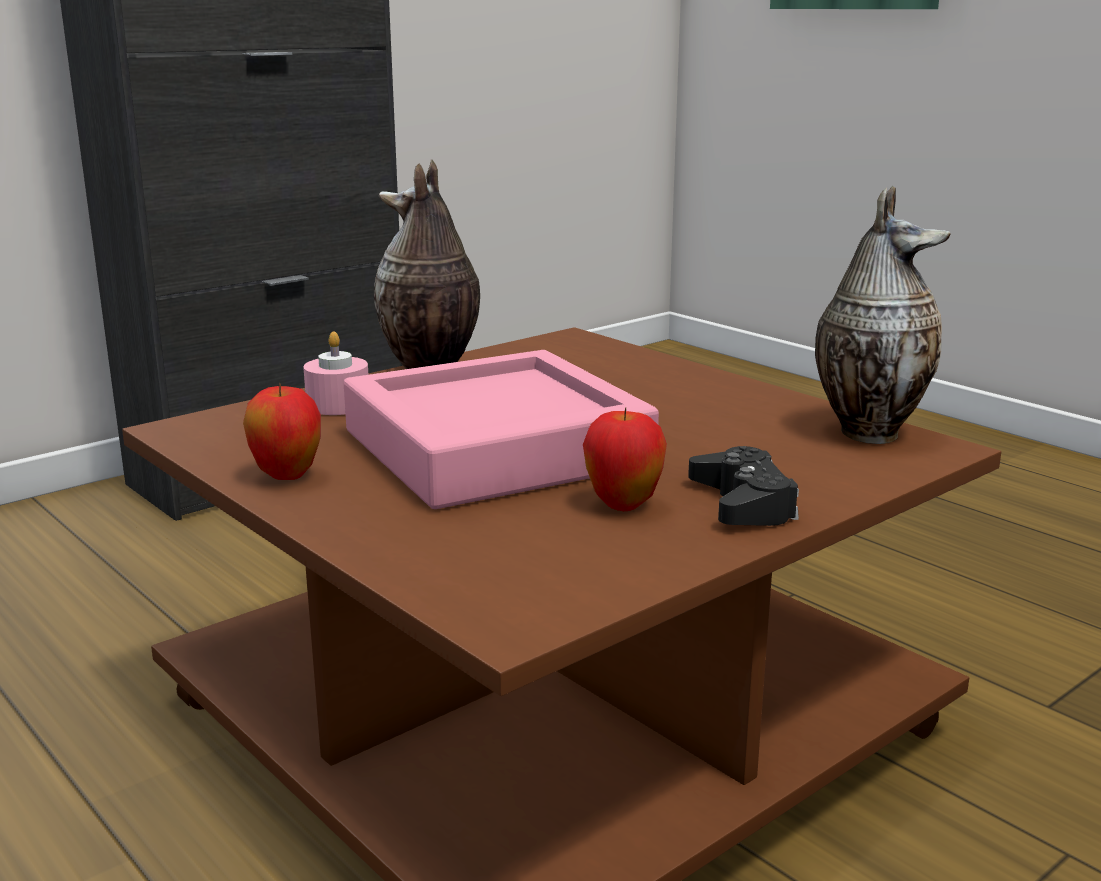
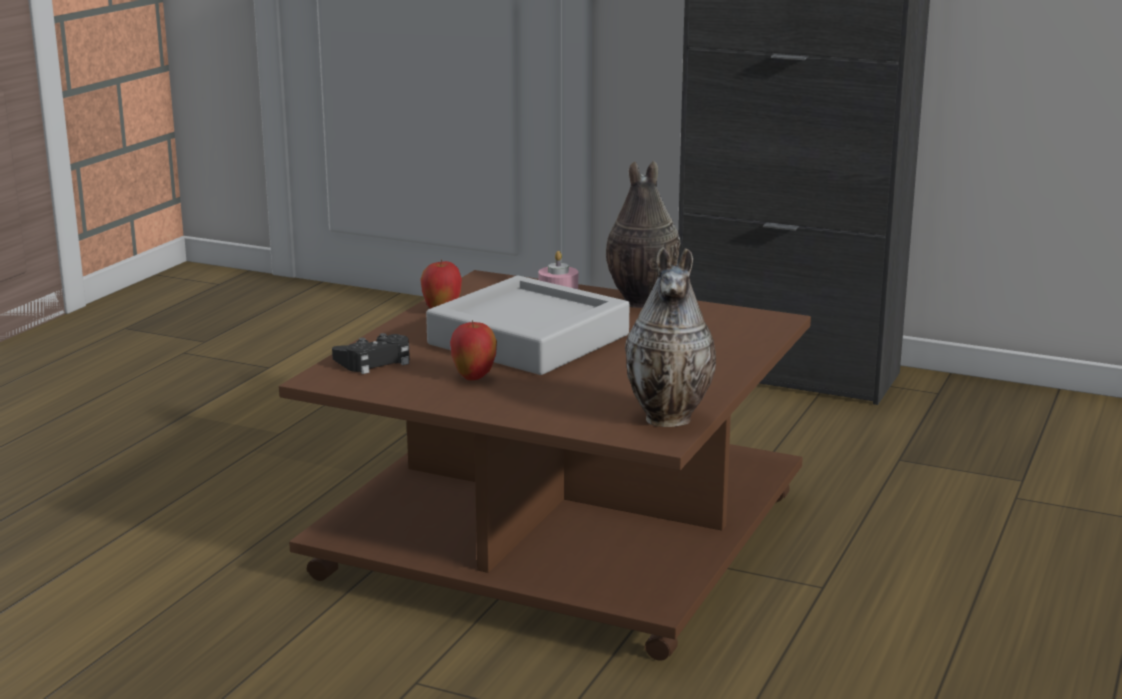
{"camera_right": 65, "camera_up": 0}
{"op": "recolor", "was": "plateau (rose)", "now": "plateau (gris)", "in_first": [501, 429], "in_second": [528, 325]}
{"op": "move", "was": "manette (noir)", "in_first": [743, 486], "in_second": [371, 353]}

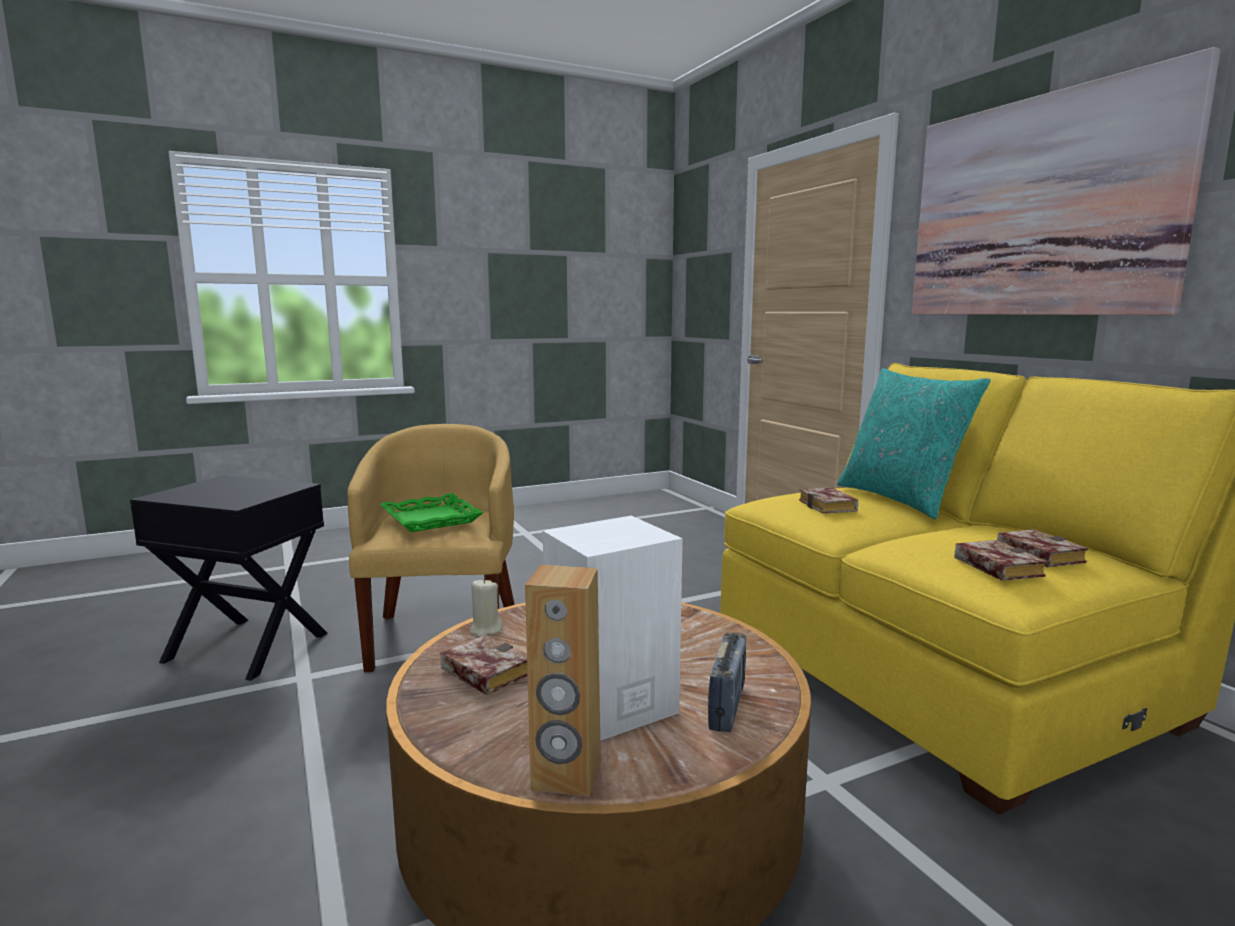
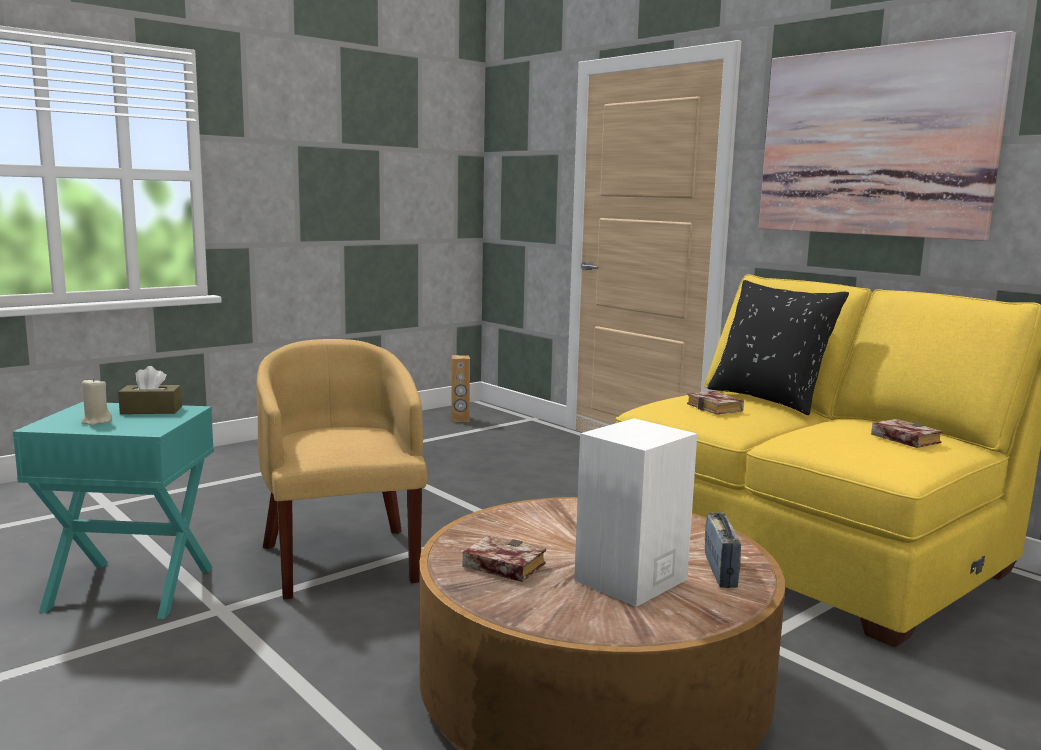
{"camera_right": -15, "camera_up": 0}
{"op": "recolor", "was": "table d'appoint (noir)", "now": "table d'appoint (turquoise)", "in_first": [229, 578], "in_second": [113, 510]}
{"op": "delete", "was": "plateau (vert)", "in_first": [432, 512]}
{"op": "move", "was": "bougie (beige)", "in_first": [486, 608], "in_second": [97, 402]}
{"op": "move", "was": "enceinte (marron)", "in_first": [563, 681], "in_second": [460, 388]}
{"op": "recolor", "was": "coussin (turquoise)", "now": "coussin (noir)", "in_first": [914, 443], "in_second": [778, 347]}
{"op": "delete", "was": "livre", "in_first": [1001, 560]}
{"op": "insert", "now": "boîte à mouchoirs (marron)", "in_second": [150, 390]}

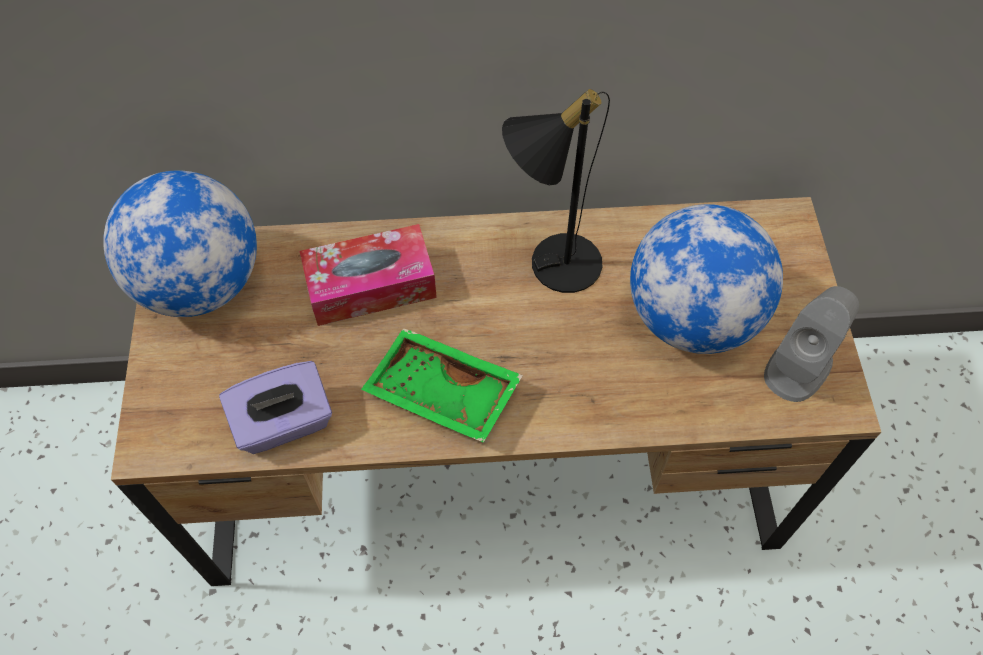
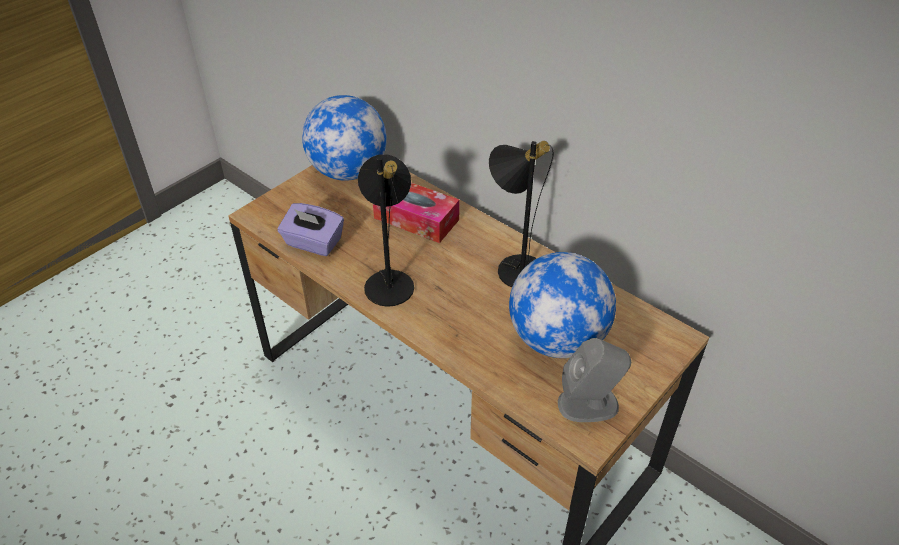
{"camera_right": 45, "camera_up": -15}
{"op": "replace", "was": "plateau (vert)", "now": "lampe de table (noir)", "in_first": [442, 385], "in_second": [386, 230]}

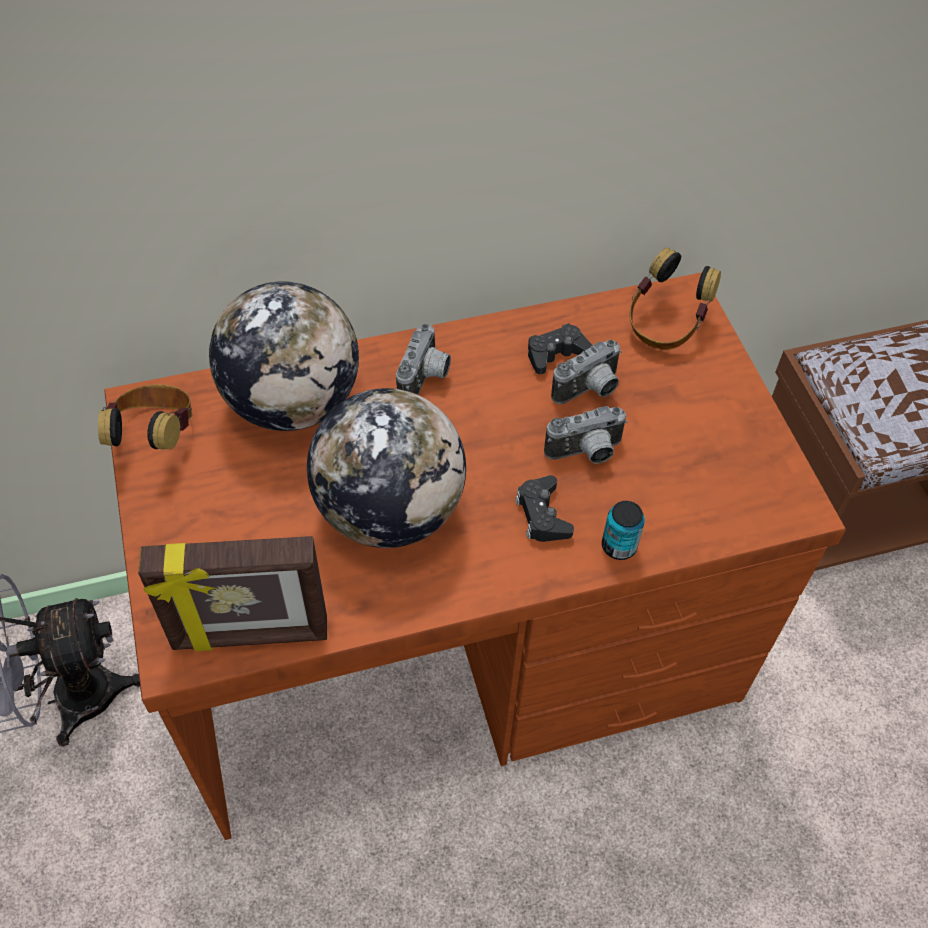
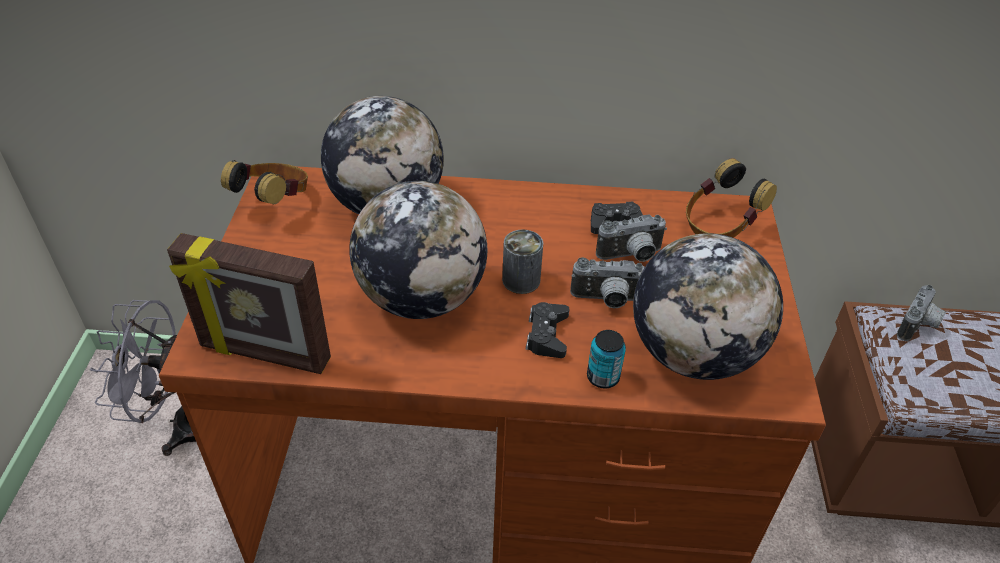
{"camera_right": 20, "camera_up": -10}
{"op": "move", "was": "appareil photo", "in_first": [423, 359], "in_second": [921, 313]}
{"op": "insert", "now": "boîte métallique", "in_second": [522, 261]}
{"op": "insert", "now": "globe", "in_second": [708, 306]}

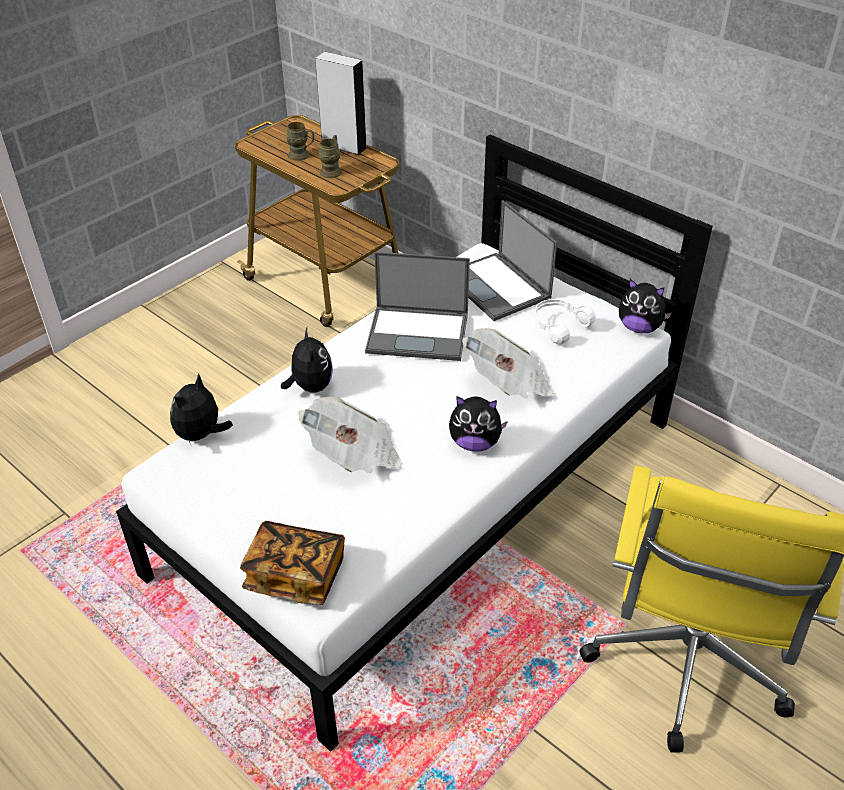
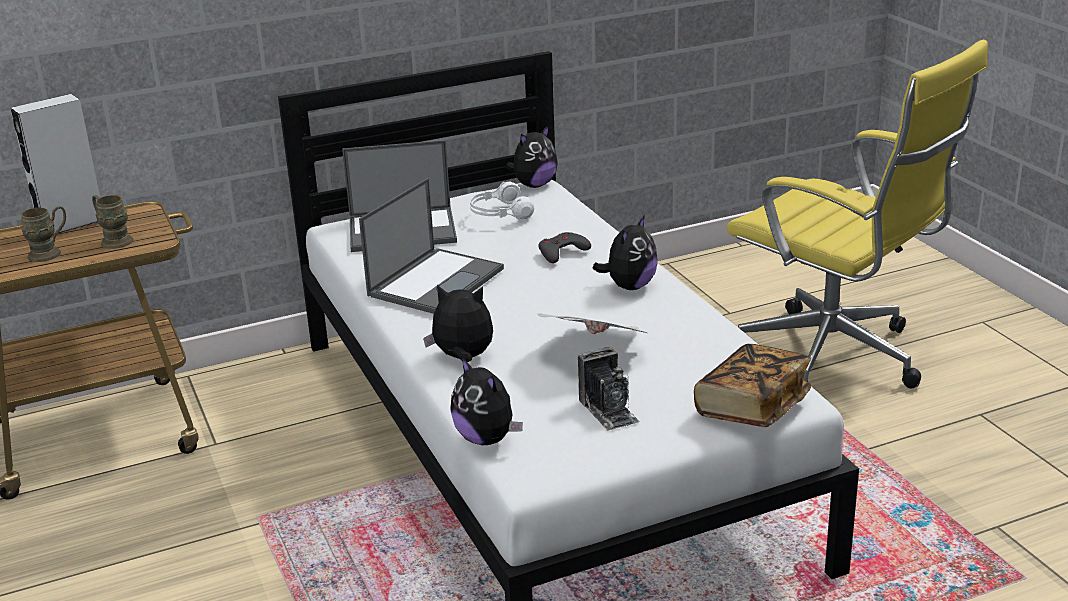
{"camera_right": -65, "camera_up": -15}
{"op": "replace", "was": "journal", "now": "manette (gris)", "in_first": [508, 363], "in_second": [564, 247]}
{"op": "insert", "now": "appareil photo", "in_second": [609, 389]}

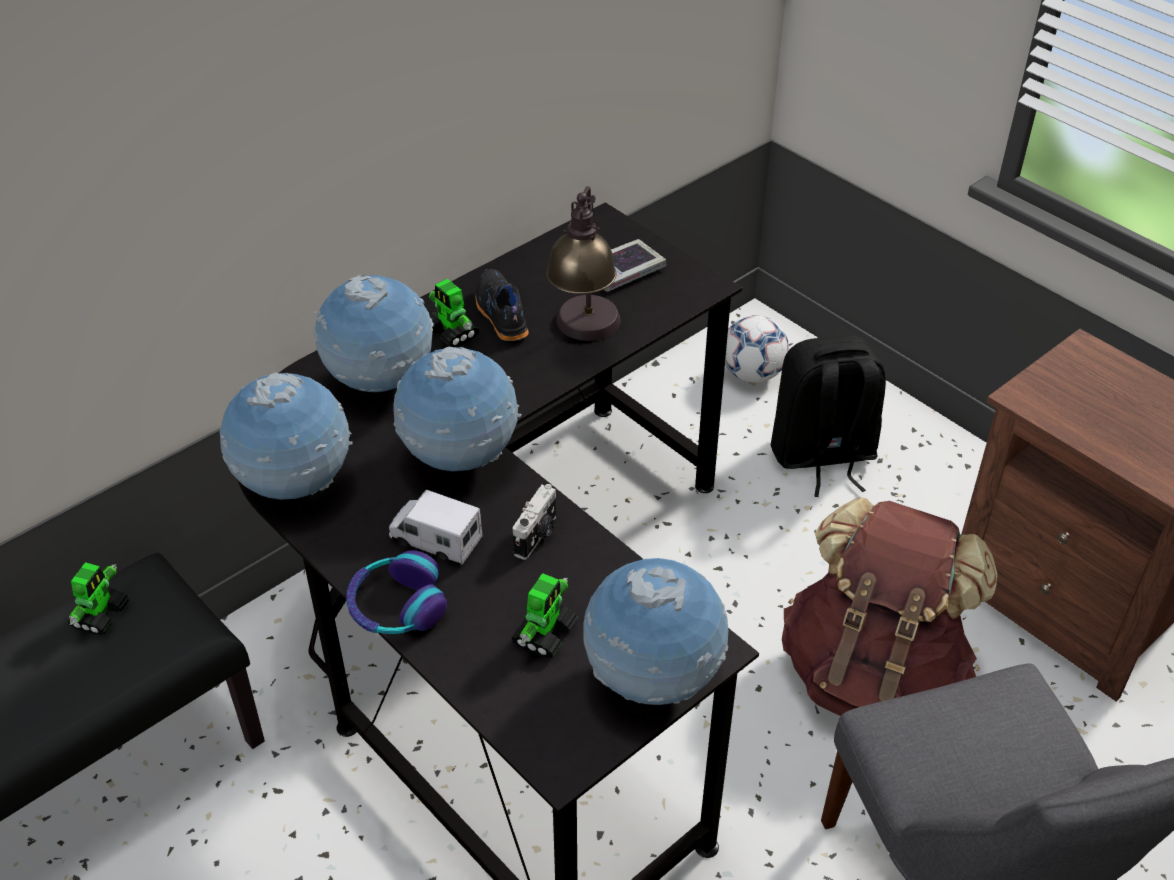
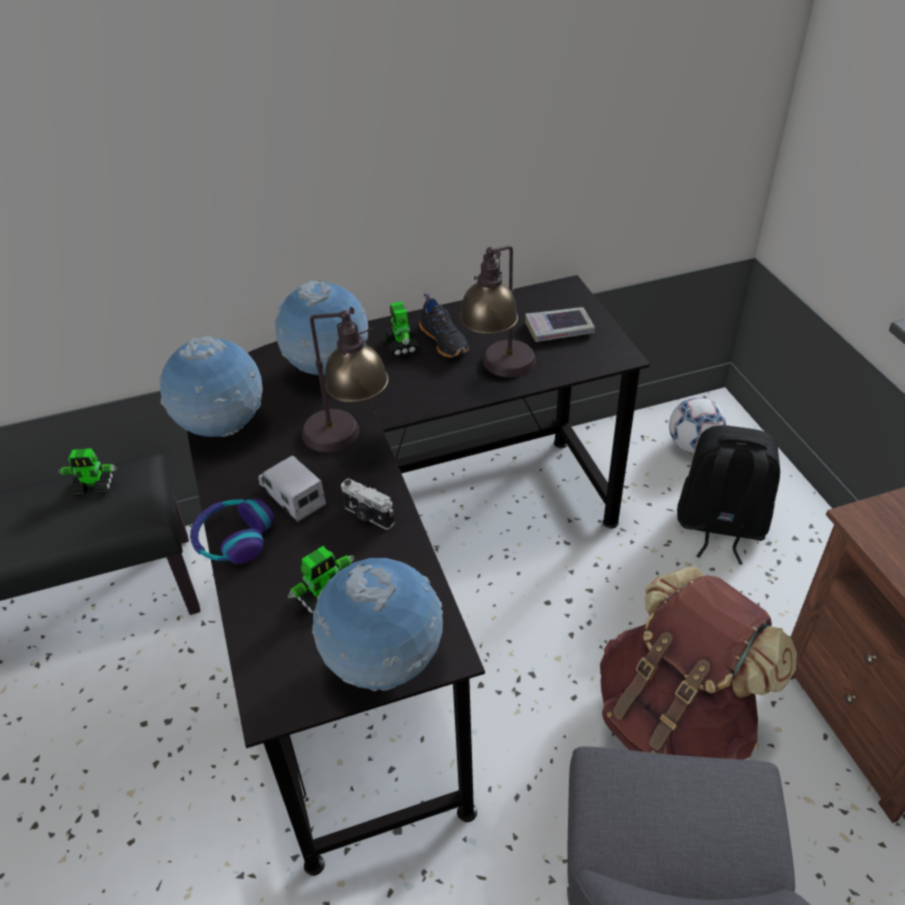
{"camera_right": 25, "camera_up": 0}
{"op": "rotate", "was": "robot jouet", "in_first": [98, 598], "in_second": [87, 471], "clockwise": 45}
{"op": "replace", "was": "globe", "now": "lampe de table", "in_first": [457, 409], "in_second": [345, 379]}
{"op": "rotate", "was": "chaussure (noir)", "in_first": [502, 305], "in_second": [444, 325], "clockwise": 150}
{"op": "rotate", "was": "appareil photo", "in_first": [534, 522], "in_second": [368, 504], "clockwise": 75}

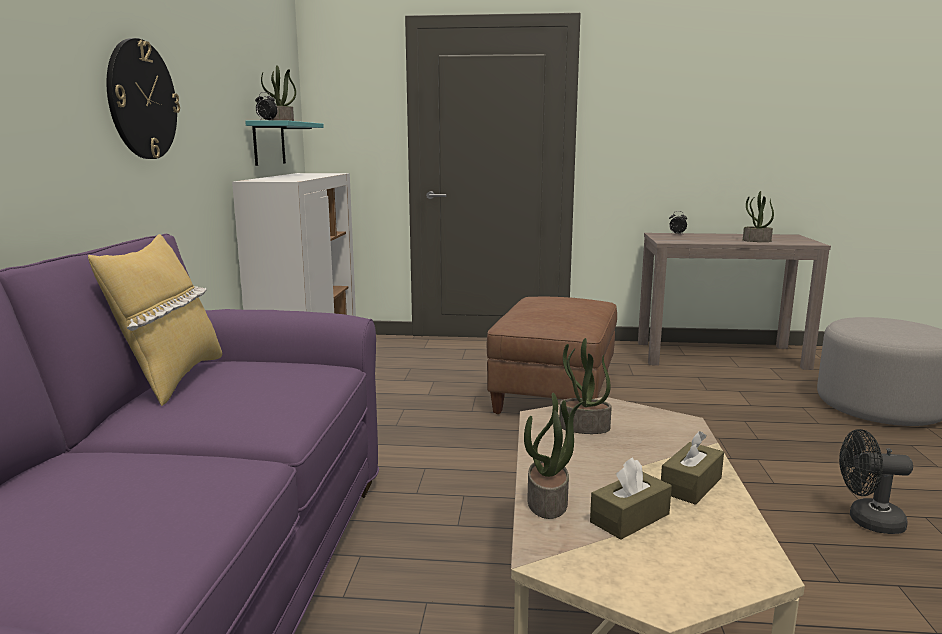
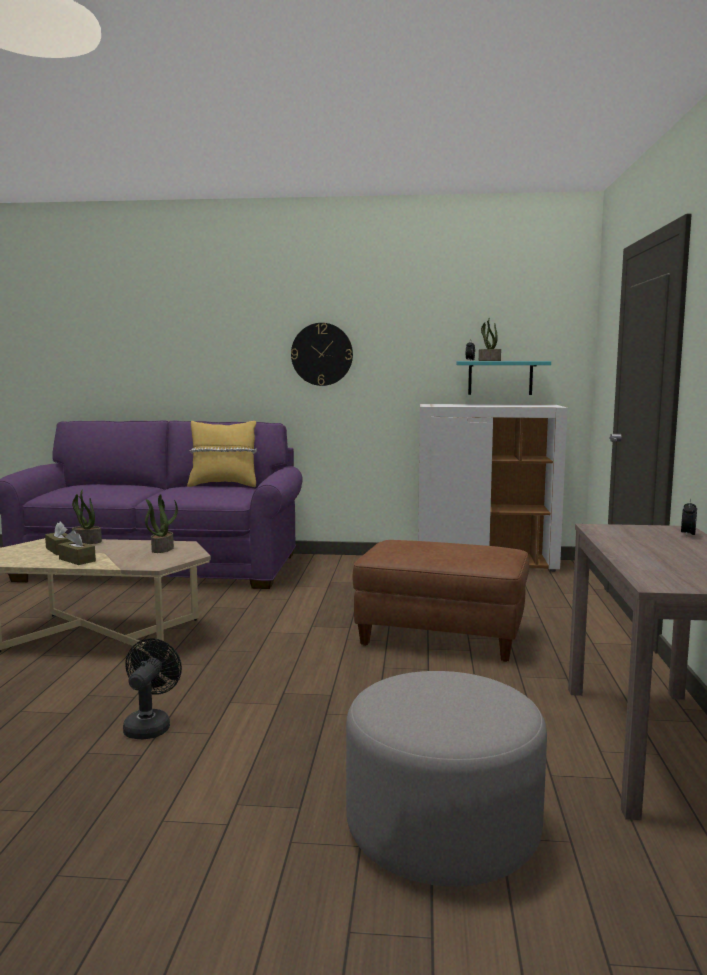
{"camera_right": 90, "camera_up": -5}
{"op": "delete", "was": "plante en pot", "in_first": [758, 216]}

